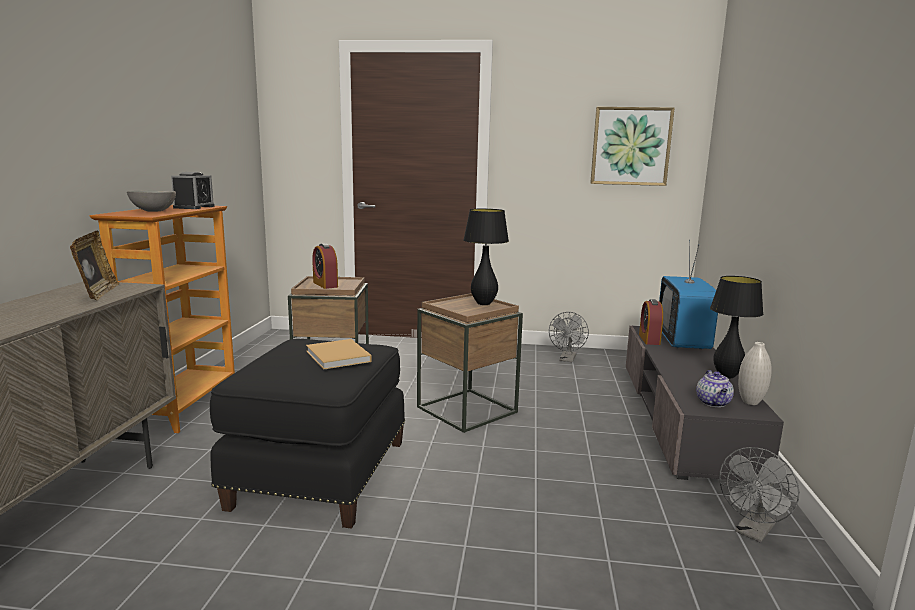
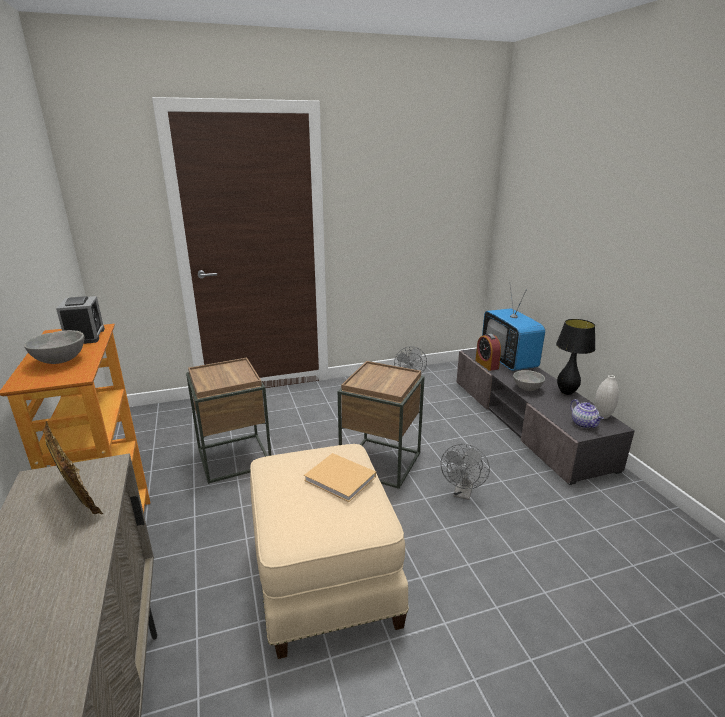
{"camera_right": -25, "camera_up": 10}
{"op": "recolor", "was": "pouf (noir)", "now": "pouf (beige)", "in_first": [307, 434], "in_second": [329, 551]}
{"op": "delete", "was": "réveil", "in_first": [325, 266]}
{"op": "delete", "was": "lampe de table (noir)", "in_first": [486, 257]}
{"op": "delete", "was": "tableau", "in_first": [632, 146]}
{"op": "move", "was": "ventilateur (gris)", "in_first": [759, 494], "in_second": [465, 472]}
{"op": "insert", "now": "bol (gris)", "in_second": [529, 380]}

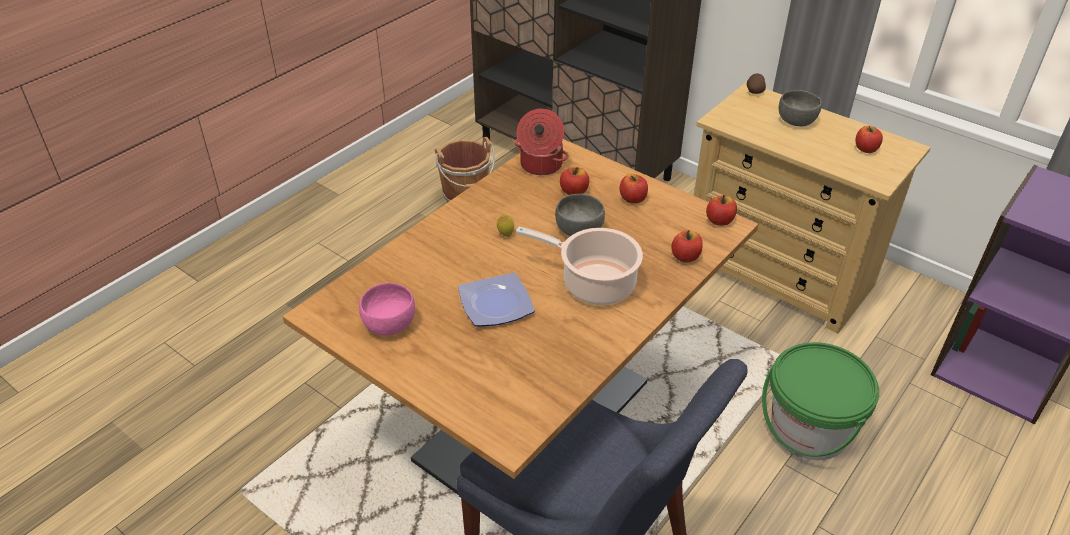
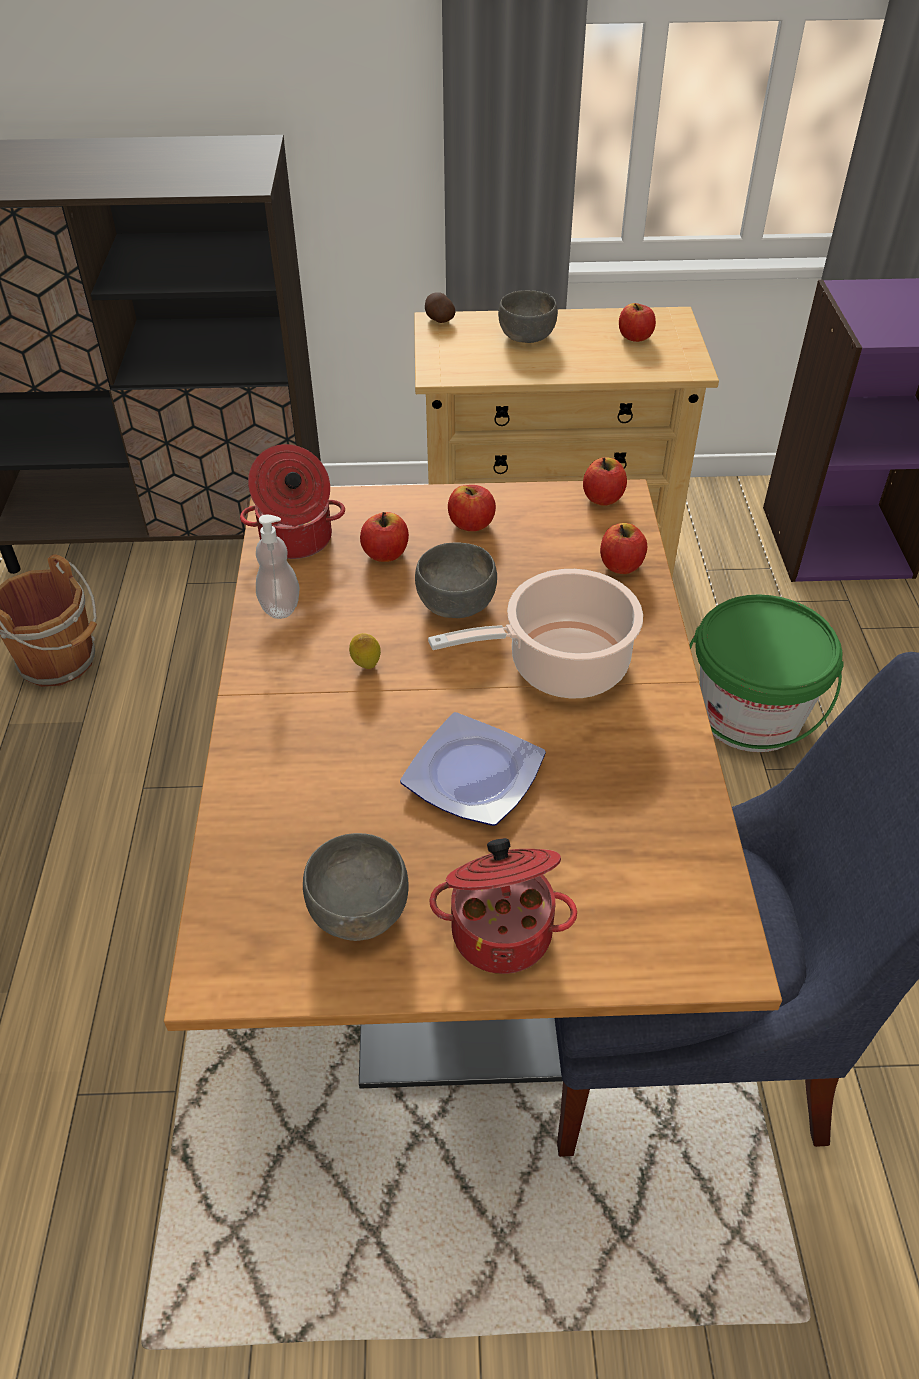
{"camera_right": -40, "camera_up": 5}
{"op": "recolor", "was": "bol (rose)", "now": "bol (gris)", "in_first": [387, 309], "in_second": [356, 887]}
{"op": "insert", "now": "distributeur de savon", "in_second": [277, 567]}
{"op": "insert", "now": "marmite", "in_second": [503, 906]}

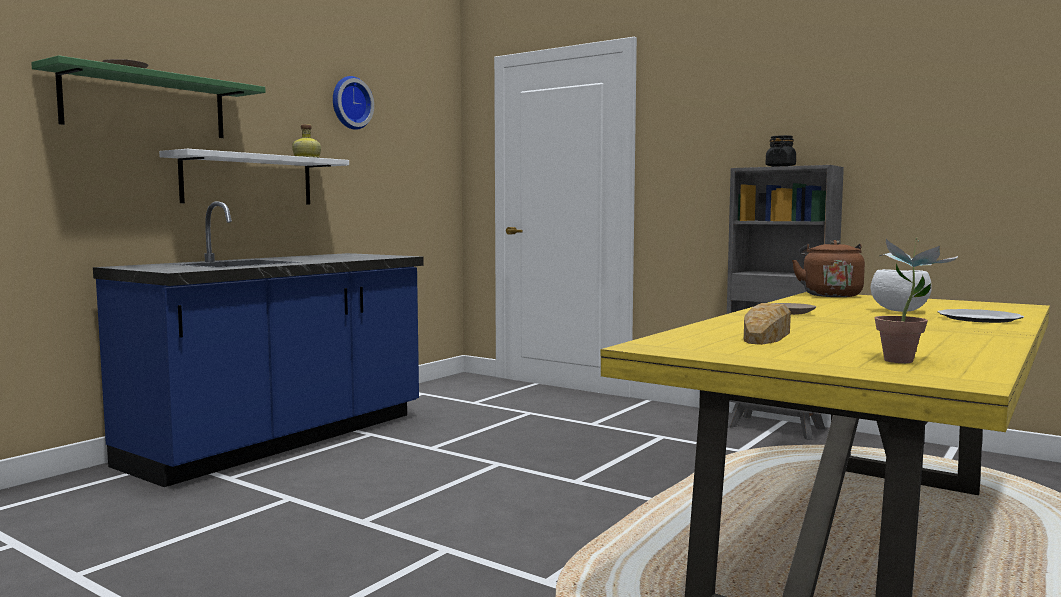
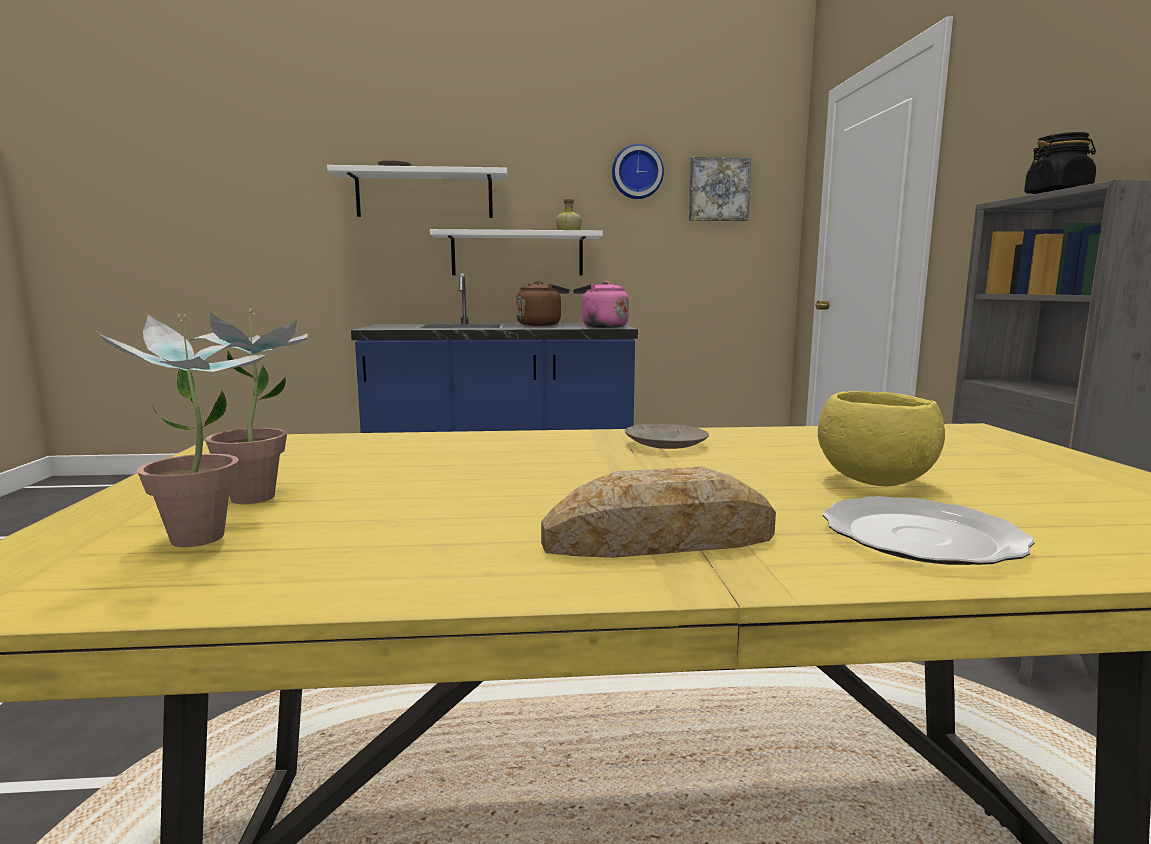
{"camera_right": 50, "camera_up": 5}
{"op": "recolor", "was": "étagère (vert)", "now": "étagère (blanc)", "in_first": [148, 96], "in_second": [417, 191]}
{"op": "move", "was": "pain", "in_first": [767, 324], "in_second": [658, 512]}
{"op": "move", "was": "bouilloire (marron)", "in_first": [828, 268], "in_second": [543, 303]}
{"op": "recolor", "was": "bol (blanc)", "now": "bol (jaune)", "in_first": [901, 290], "in_second": [881, 438]}
{"op": "insert", "now": "plante en pot", "in_second": [248, 406]}
{"op": "insert", "now": "bouilloire (rose)", "in_second": [601, 304]}
{"op": "insert", "now": "tableau", "in_second": [720, 189]}

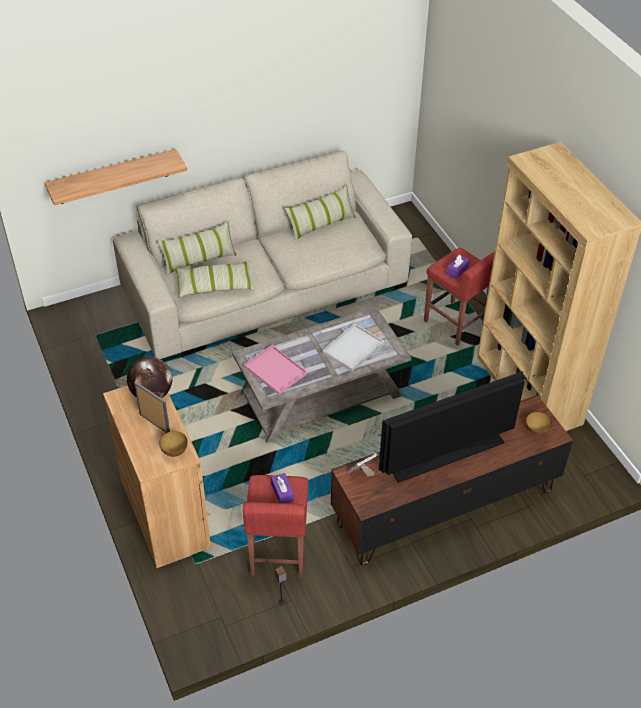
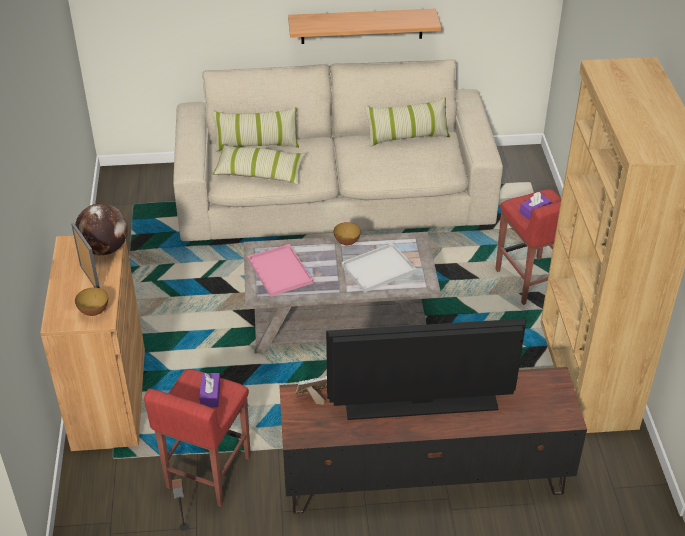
{"camera_right": 20, "camera_up": -5}
{"op": "move", "was": "étagère", "in_first": [116, 177], "in_second": [364, 26]}
{"op": "move", "was": "bol", "in_first": [539, 423], "in_second": [347, 233]}

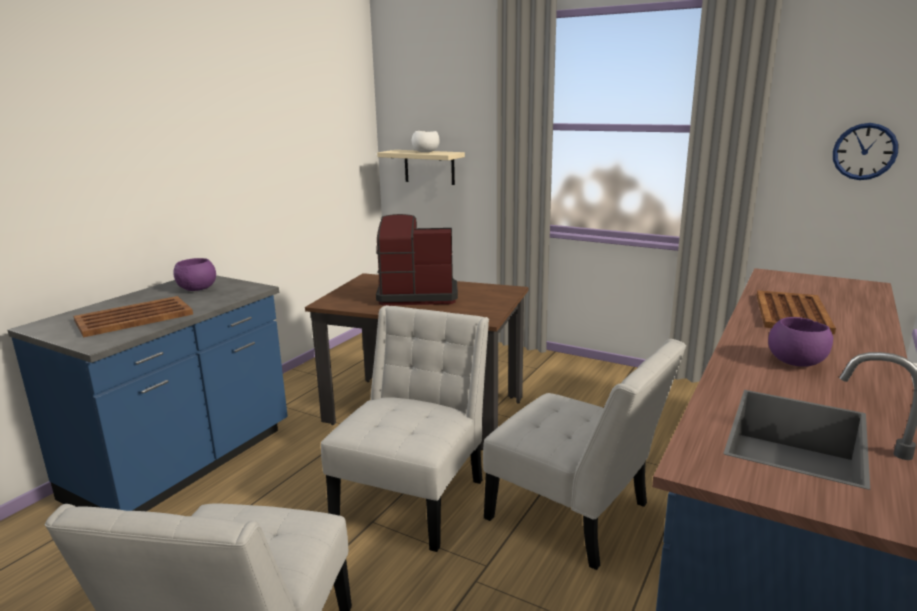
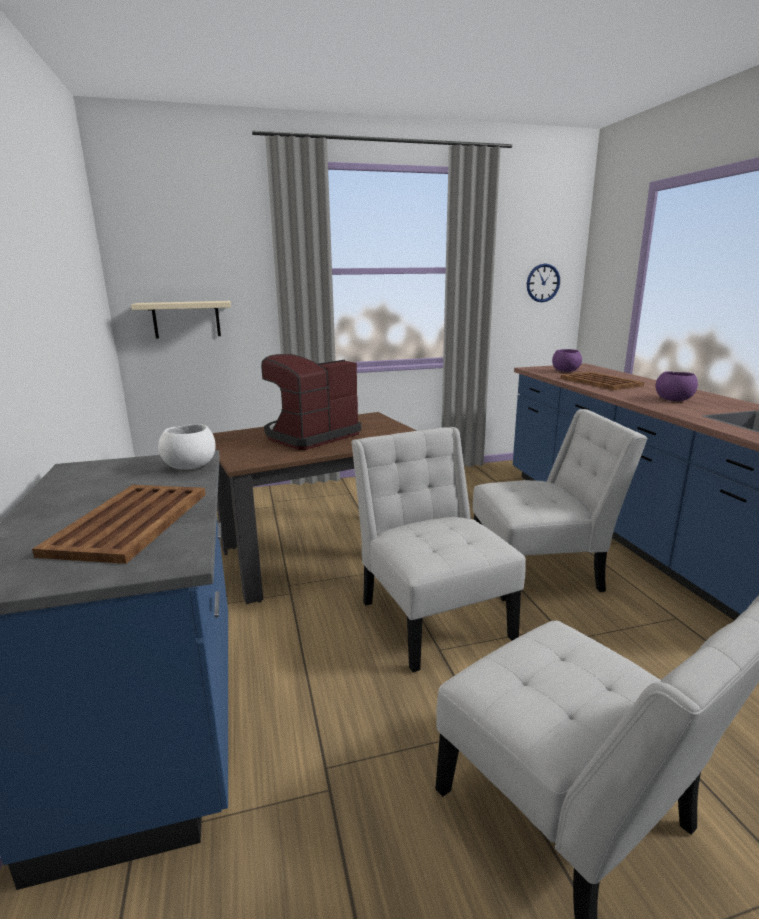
{"camera_right": -45, "camera_up": 0}
{"op": "move", "was": "bol (violet)", "in_first": [194, 274], "in_second": [567, 360]}
{"op": "move", "was": "bol (blanc)", "in_first": [425, 141], "in_second": [187, 447]}

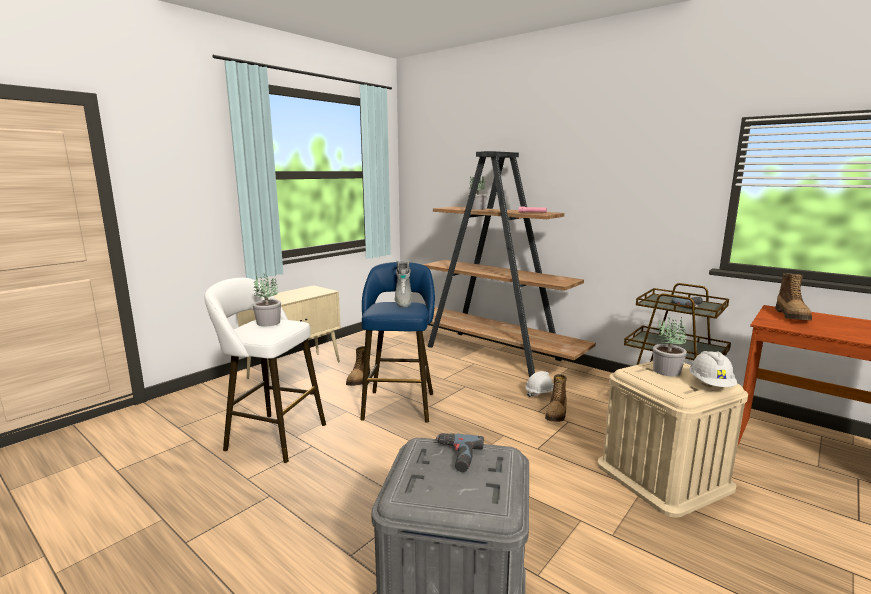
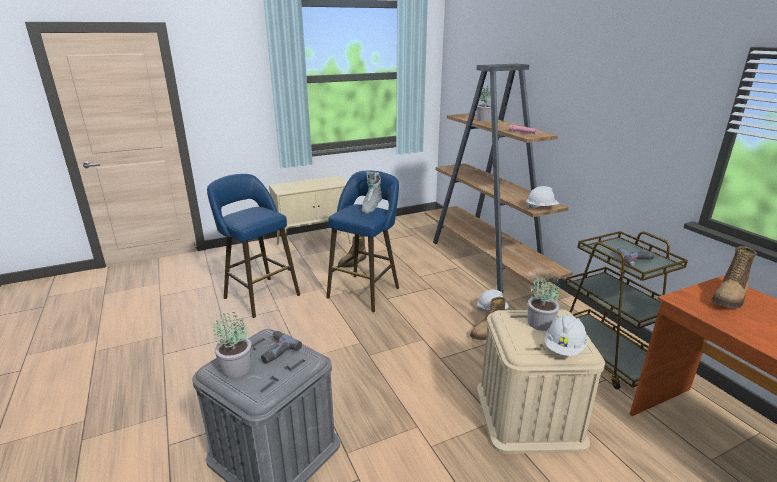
{"camera_right": 25, "camera_up": 10}
{"op": "recolor", "was": "tabouret (blanc)", "now": "tabouret (bleu)", "in_first": [265, 370], "in_second": [253, 246]}
{"op": "move", "was": "plante en pot", "in_first": [266, 300], "in_second": [232, 343]}
{"op": "insert", "now": "casque de chantier (blanc)", "in_second": [542, 197]}

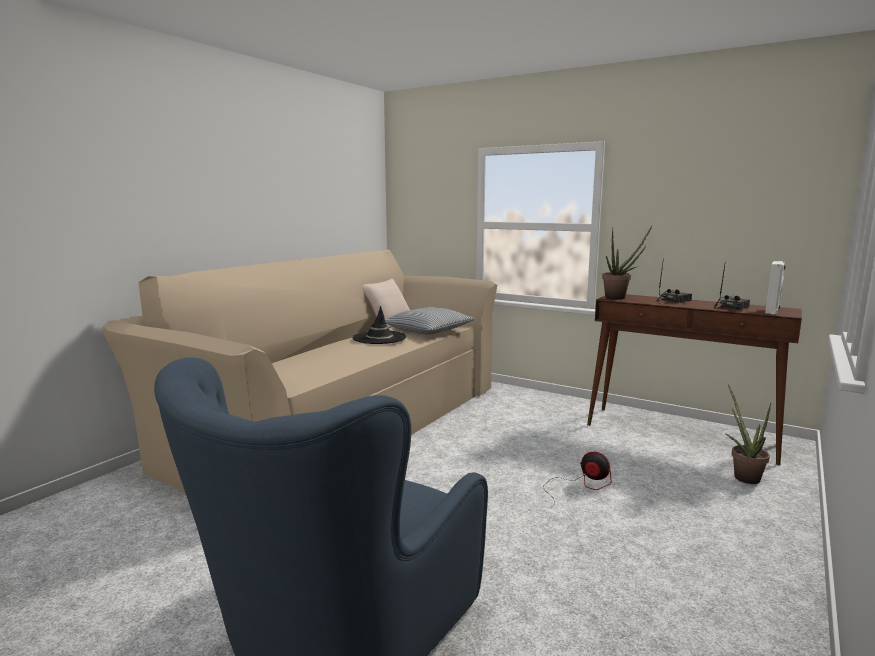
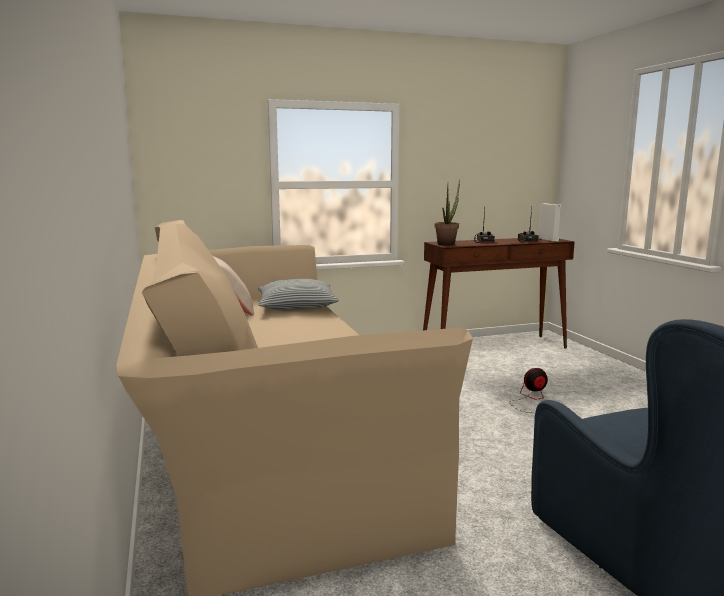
{"camera_right": -50, "camera_up": 0}
{"op": "delete", "was": "chapeau (noir)", "in_first": [379, 325]}
{"op": "delete", "was": "plante en pot", "in_first": [748, 434]}

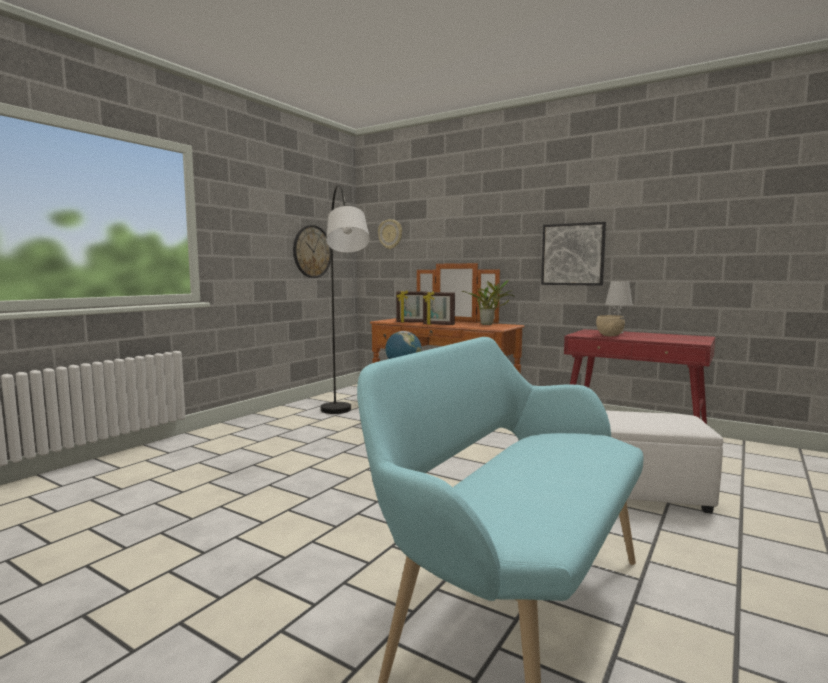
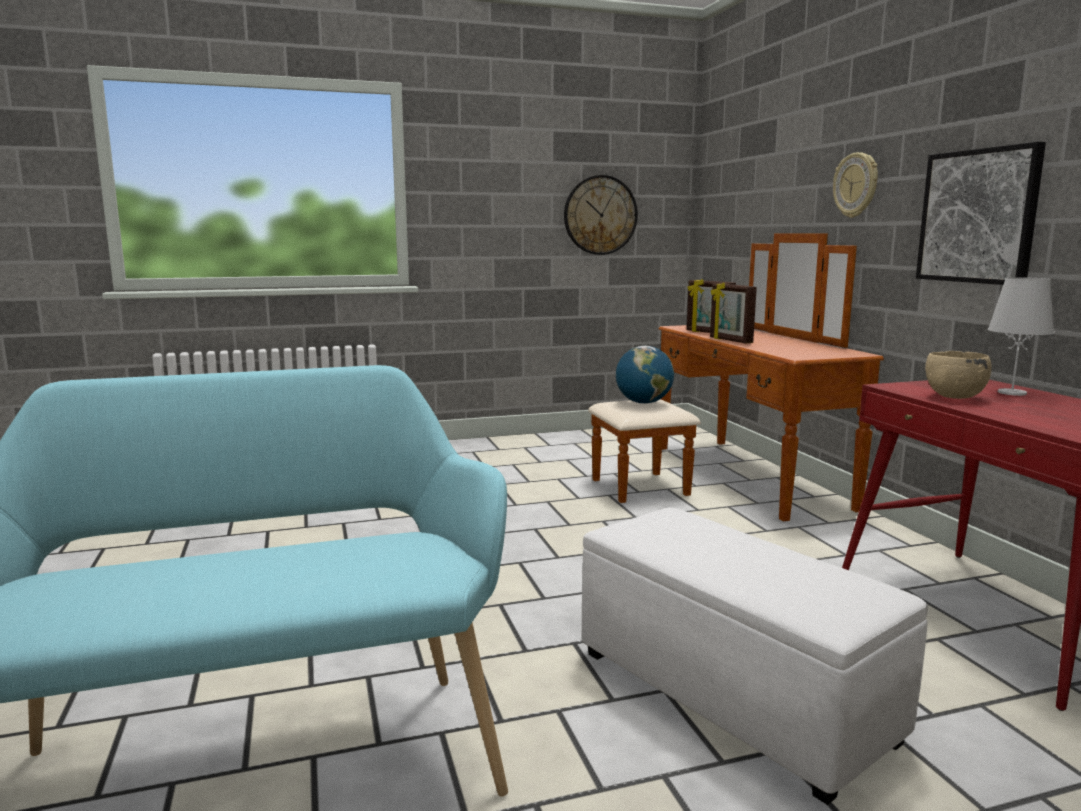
{"camera_right": 40, "camera_up": 5}
{"op": "delete", "was": "lampadaire (gris)", "in_first": [345, 299]}
{"op": "move", "was": "horloge murale", "in_first": [390, 234], "in_second": [855, 185]}
{"op": "delete", "was": "plante en pot", "in_first": [488, 302]}

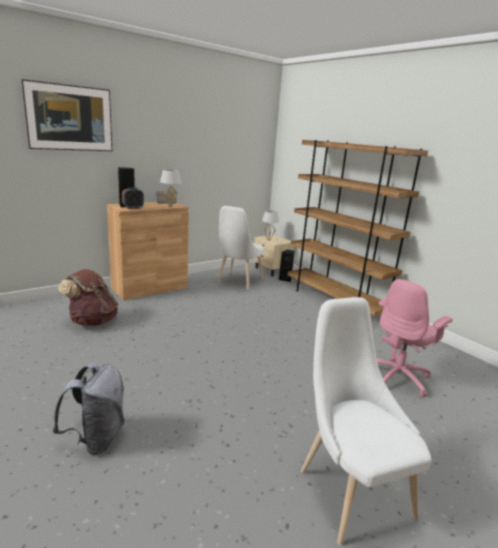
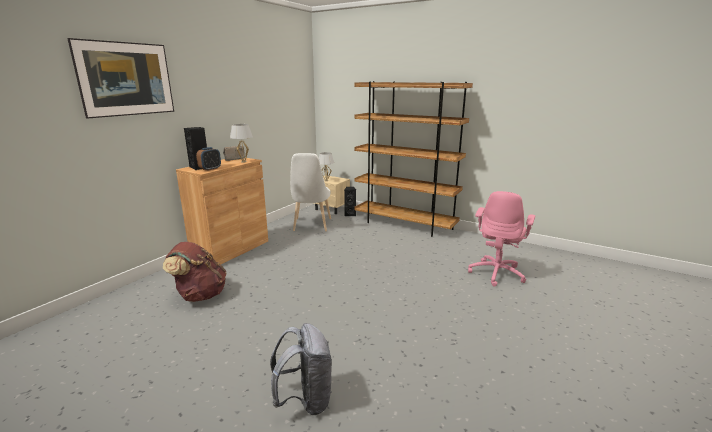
{"camera_right": -20, "camera_up": 0}
{"op": "delete", "was": "chaise (blanc)", "in_first": [366, 421]}

